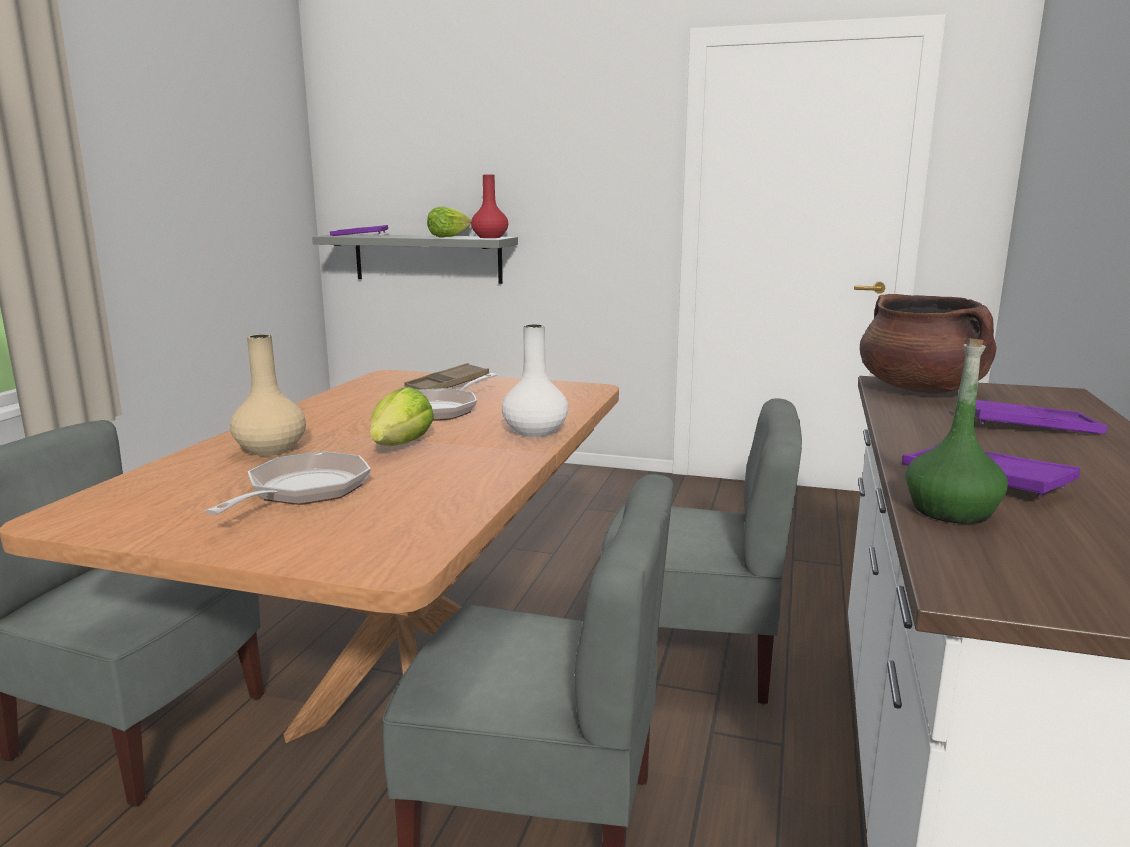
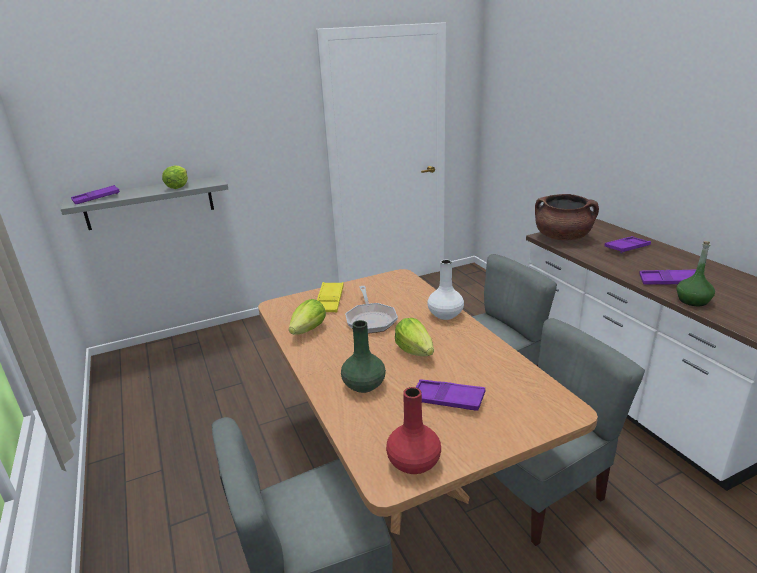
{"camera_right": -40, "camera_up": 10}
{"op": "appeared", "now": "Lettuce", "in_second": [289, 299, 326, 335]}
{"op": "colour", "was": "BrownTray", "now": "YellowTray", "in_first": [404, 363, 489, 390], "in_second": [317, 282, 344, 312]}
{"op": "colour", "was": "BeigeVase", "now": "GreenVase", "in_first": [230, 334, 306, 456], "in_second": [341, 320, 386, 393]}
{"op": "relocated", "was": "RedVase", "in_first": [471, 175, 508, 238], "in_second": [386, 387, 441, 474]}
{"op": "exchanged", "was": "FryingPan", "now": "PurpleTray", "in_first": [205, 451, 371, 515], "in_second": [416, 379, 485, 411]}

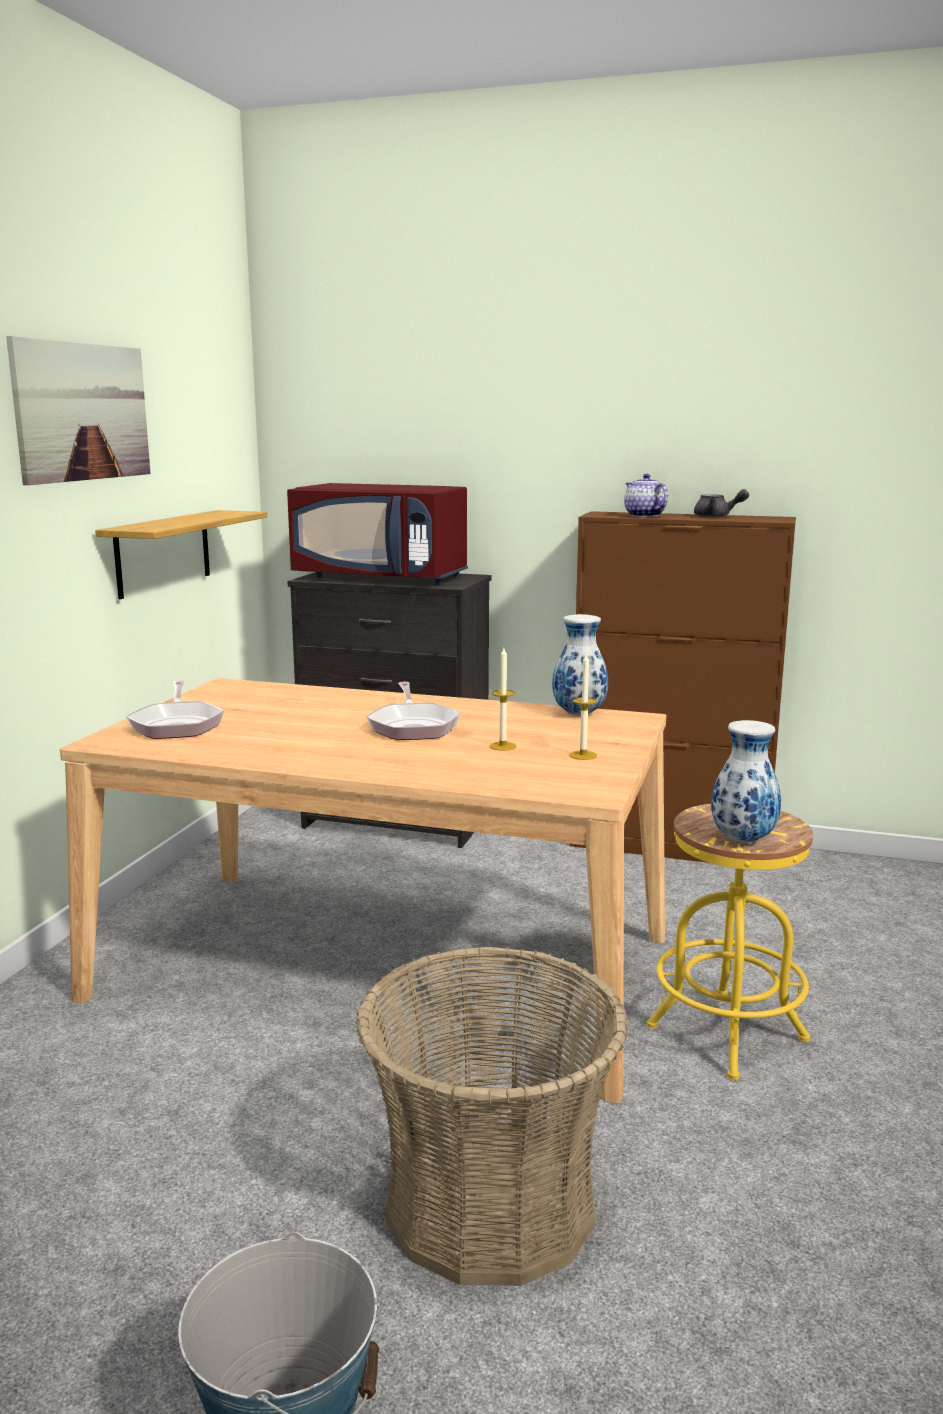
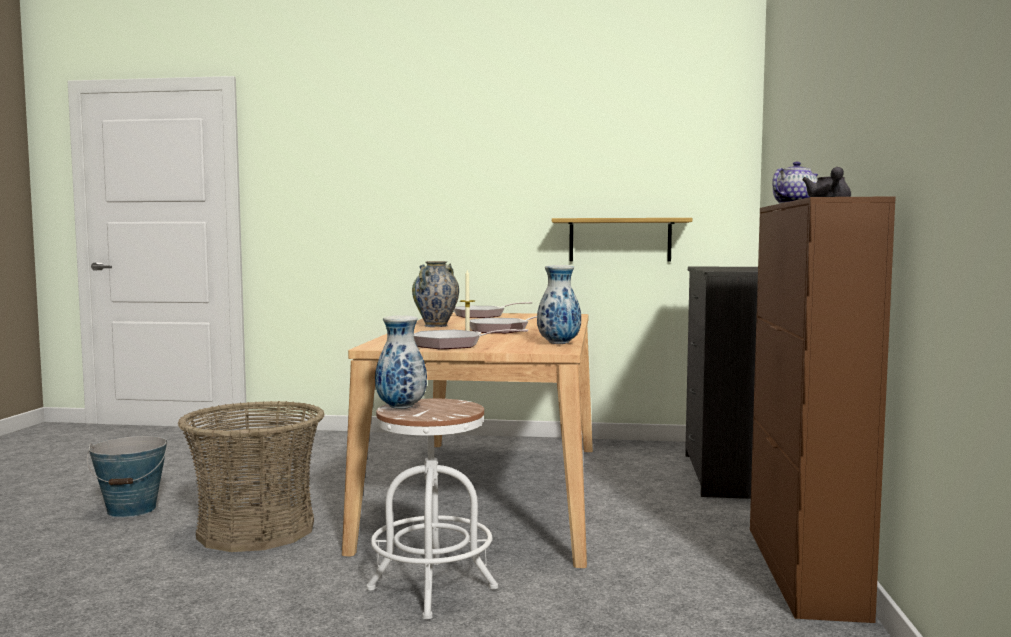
{"camera_right": 80, "camera_up": -10}
{"op": "colour", "was": "YellowStool", "now": "WhiteStool", "in_first": [647, 804, 813, 1080], "in_second": [366, 399, 498, 619]}
{"op": "appeared", "now": "Vase", "in_second": [412, 261, 459, 327]}
{"op": "exchanged", "was": "Candle", "now": "FryingPan", "in_first": [569, 653, 597, 760], "in_second": [414, 329, 528, 349]}
{"op": "missing", "was": "Picture", "in_first": [6, 336, 151, 485]}
{"op": "missing", "was": "RedMicrowave", "in_first": [287, 483, 468, 585]}

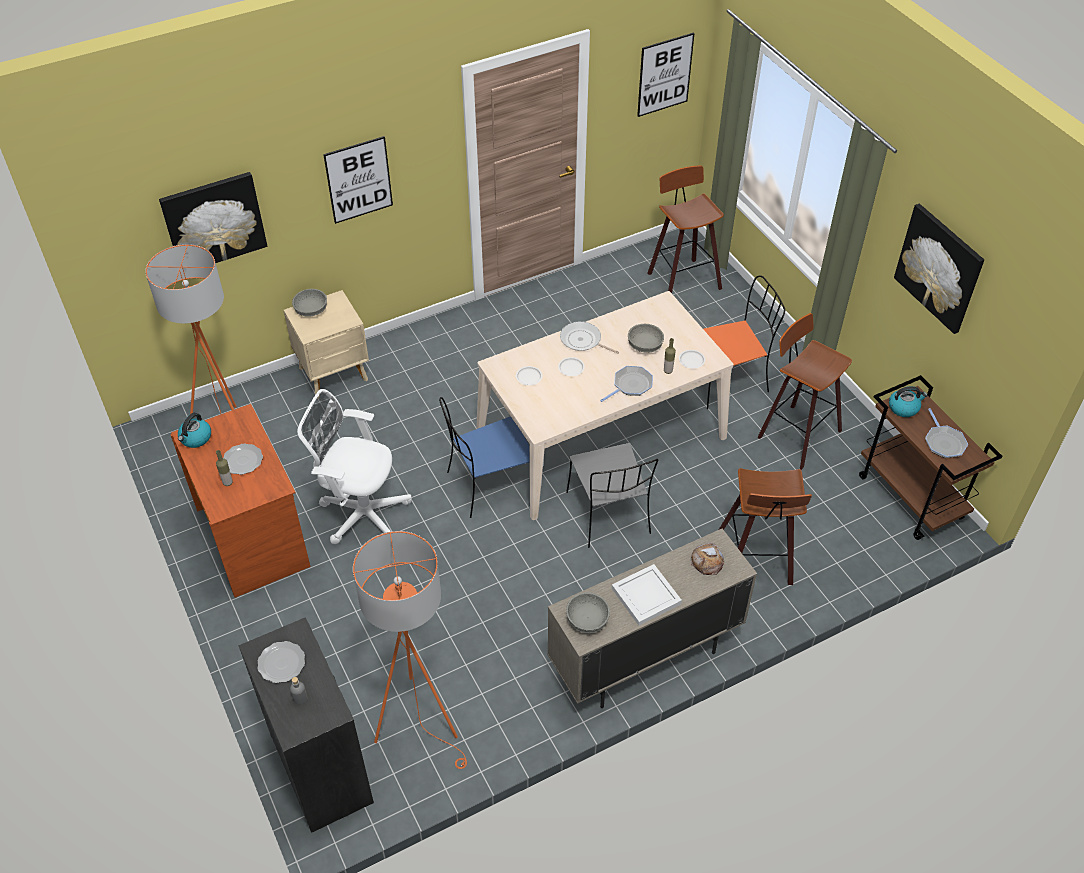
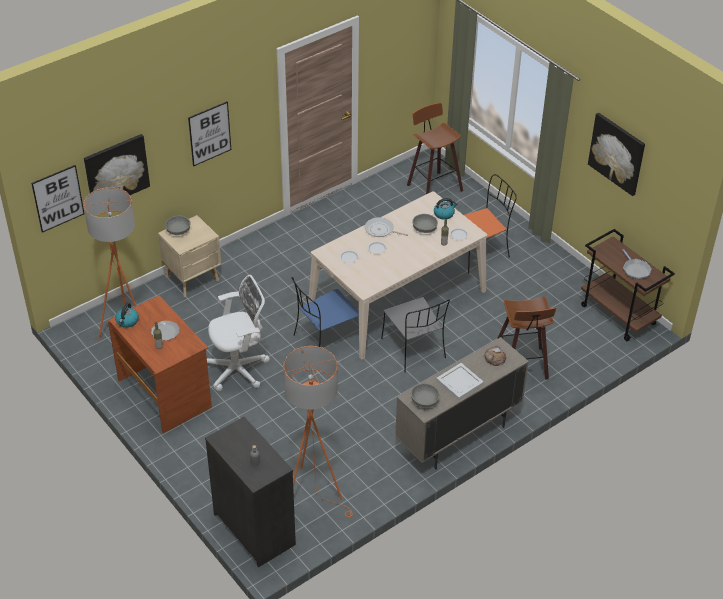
{"camera_right": -10, "camera_up": -5}
{"op": "relocated", "was": "Picture", "in_first": [637, 32, 694, 117], "in_second": [31, 165, 84, 233]}
{"op": "spun", "was": "WhiteOfficeChair", "in_first": [297, 389, 412, 544], "in_second": [207, 275, 270, 391], "clockwise": 150}
{"op": "relocated", "was": "Kettle", "in_first": [889, 386, 928, 417], "in_second": [434, 198, 458, 220]}
{"op": "missing", "was": "Plate", "in_first": [257, 641, 305, 683]}
{"op": "missing", "was": "FryingPan", "in_first": [600, 366, 653, 402]}
{"op": "missing", "was": "Stool", "in_first": [757, 313, 852, 470]}

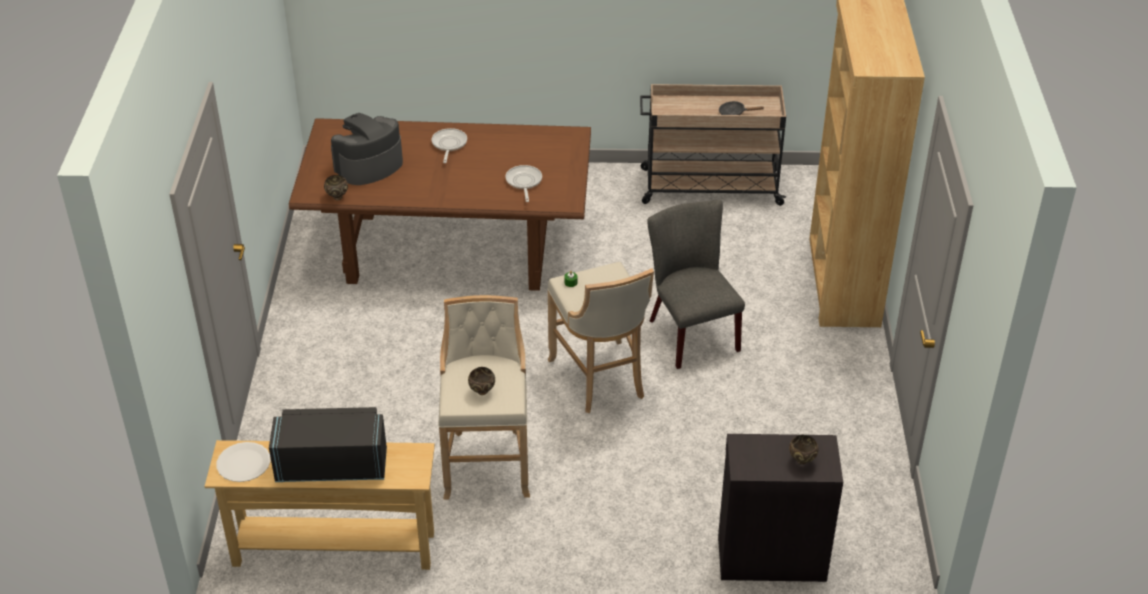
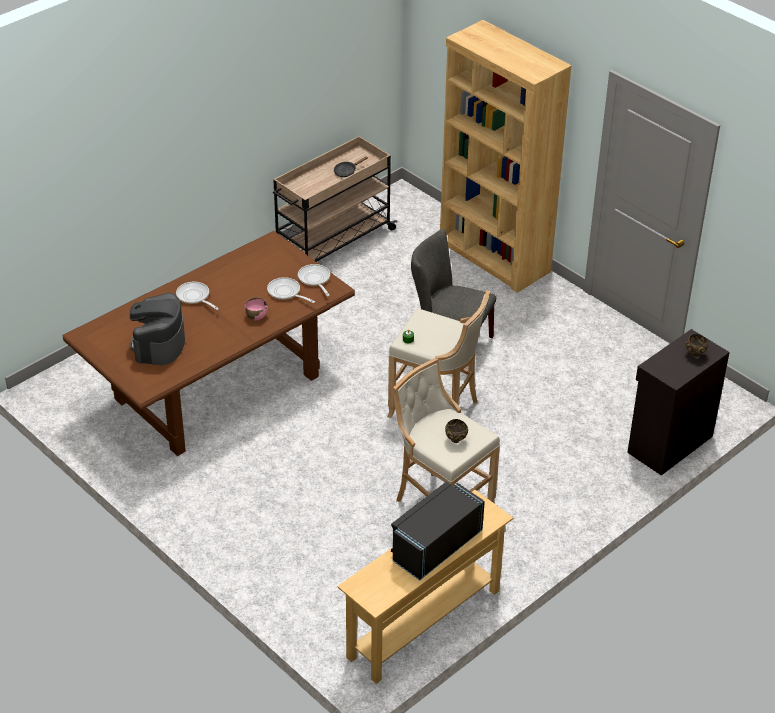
{"camera_right": -45, "camera_up": 0}
{"op": "appeared", "now": "PinkBowl", "in_second": [245, 297, 268, 320]}
{"op": "appeared", "now": "FryingPan", "in_second": [298, 264, 330, 296]}
{"op": "missing", "was": "WhitePlate", "in_first": [216, 442, 271, 482]}
{"op": "missing", "was": "BrownBowl", "in_first": [324, 175, 348, 200]}

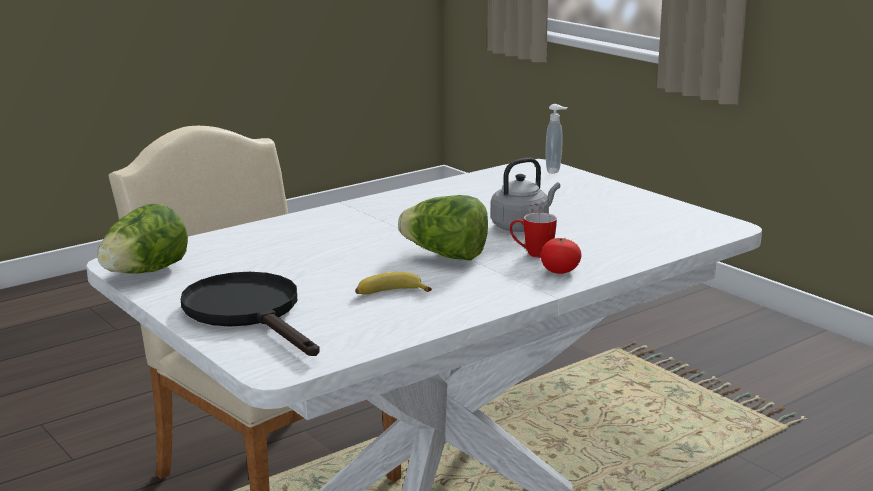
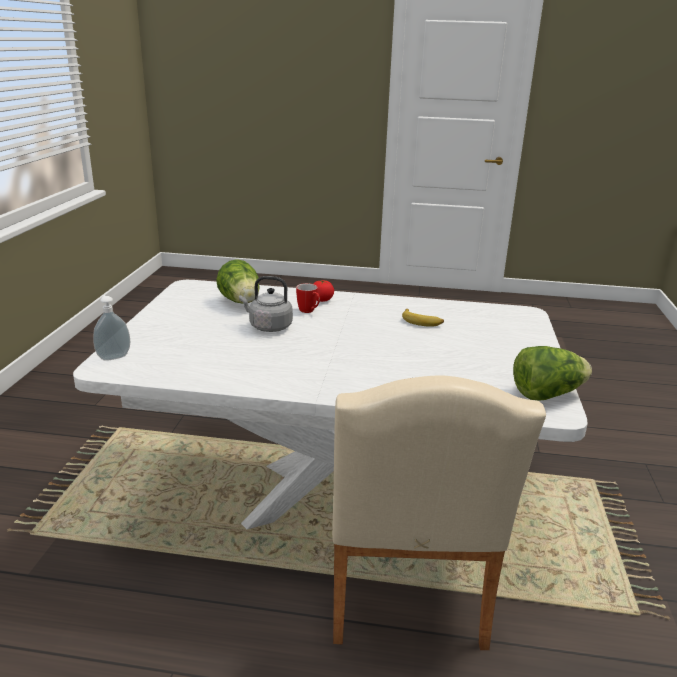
{"camera_right": -135, "camera_up": 5}
{"op": "relocated", "was": "Lettuce", "in_first": [398, 195, 488, 261], "in_second": [216, 259, 260, 304]}
{"op": "missing", "was": "BlackFryingPan", "in_first": [181, 272, 320, 356]}

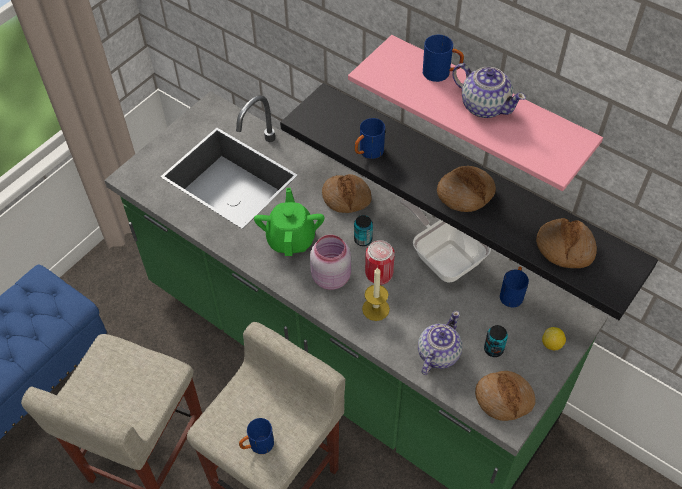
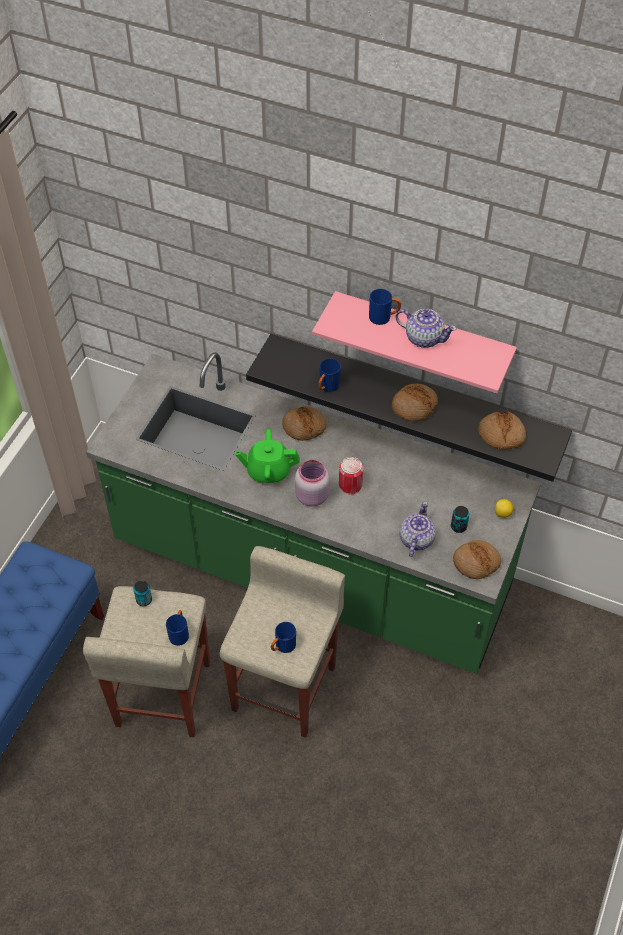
{"camera_right": -15, "camera_up": 0}
{"op": "relocated", "was": "Can", "in_first": [354, 215, 373, 246], "in_second": [133, 581, 152, 606]}
{"op": "relocated", "was": "BlueMug", "in_first": [500, 267, 529, 308], "in_second": [166, 610, 189, 646]}
{"op": "spun", "was": "GreenTeapot", "in_first": [254, 188, 324, 256], "in_second": [235, 429, 300, 483], "clockwise": -75}
{"op": "missing", "was": "Candle", "in_first": [362, 267, 390, 321]}
{"op": "missing", "was": "FryingPan", "in_first": [400, 198, 491, 282]}

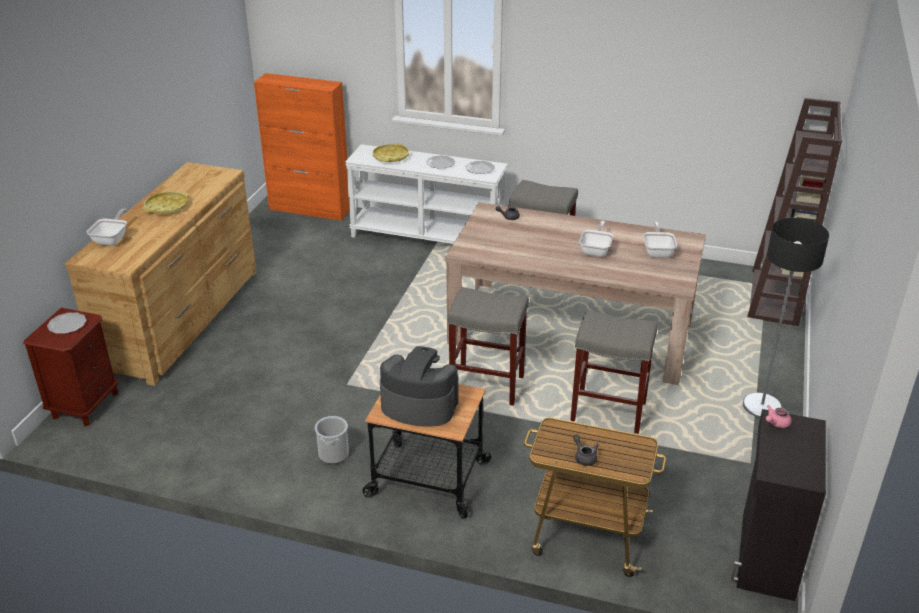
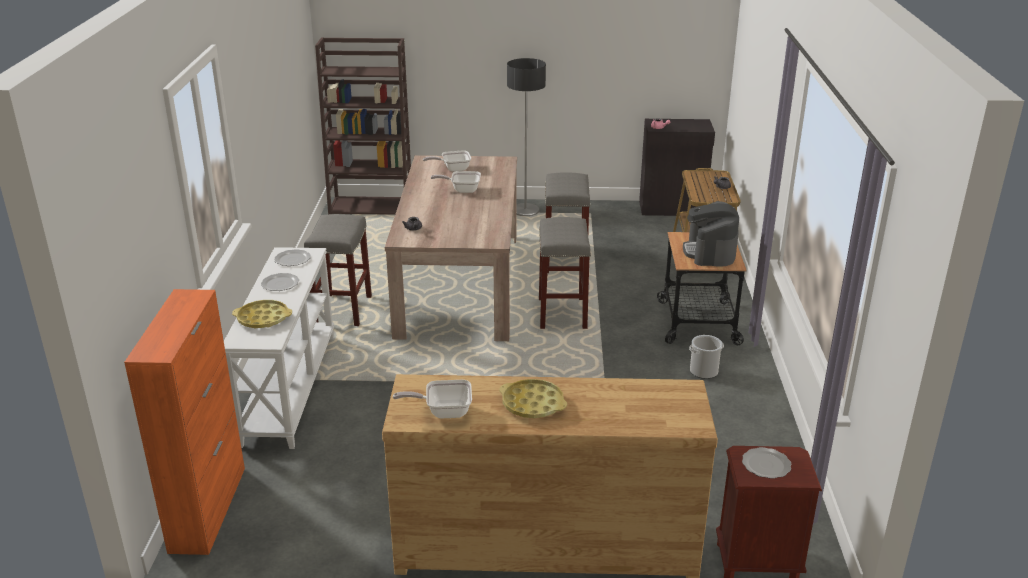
{"camera_right": -105, "camera_up": -5}
{"op": "relocated", "was": "FryingPan", "in_first": [86, 209, 127, 246], "in_second": [393, 380, 472, 419]}

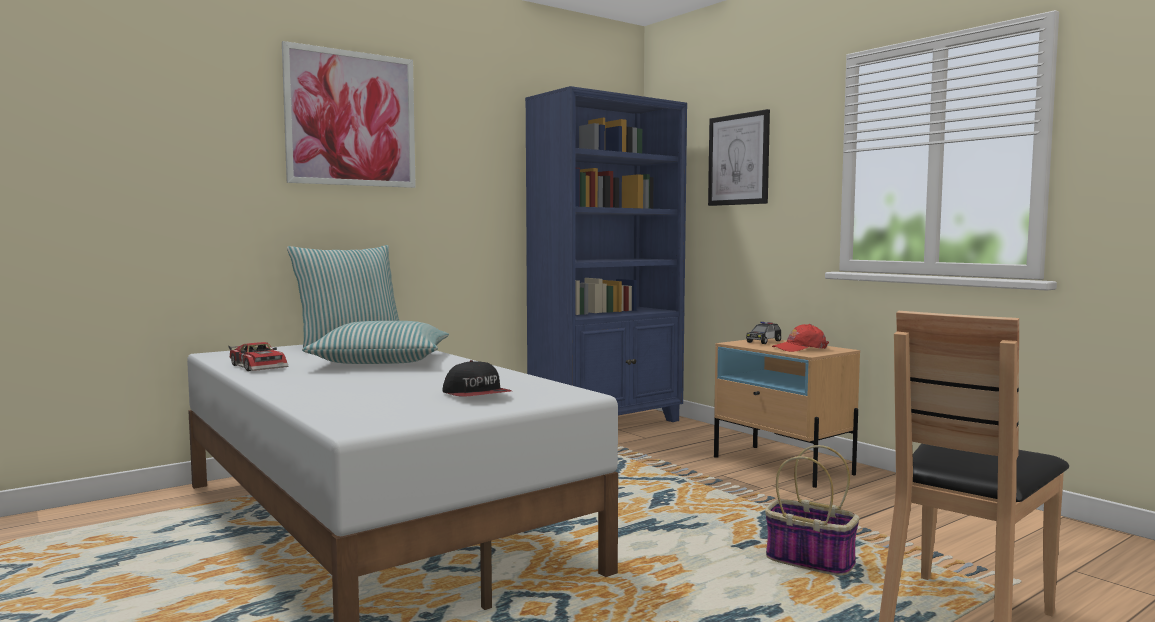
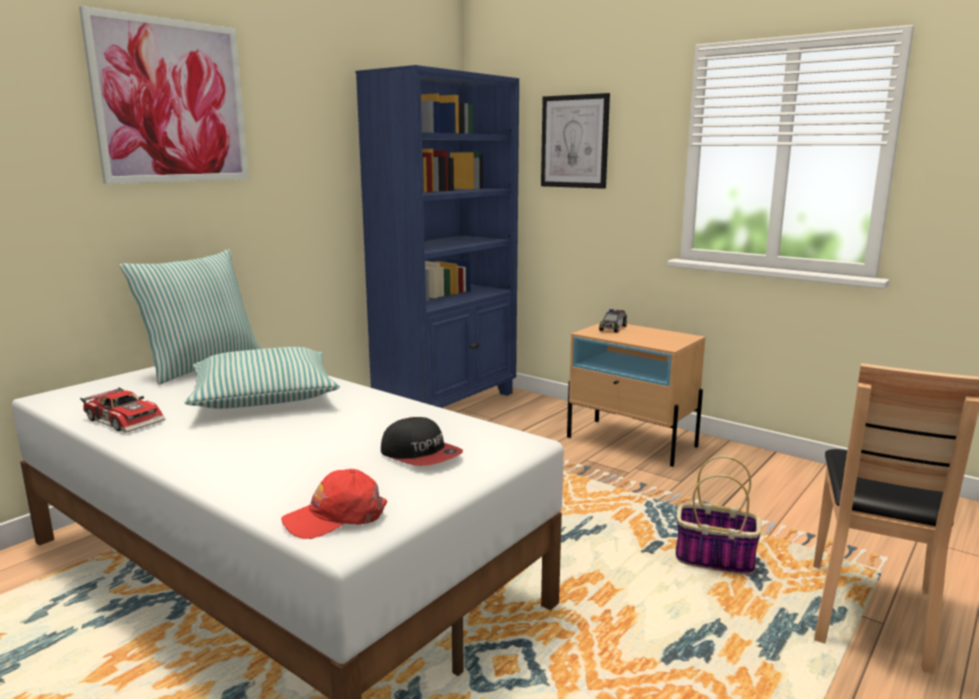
{"camera_right": -15, "camera_up": 10}
{"op": "relocated", "was": "RedCap", "in_first": [772, 324, 829, 352], "in_second": [281, 469, 387, 539]}

